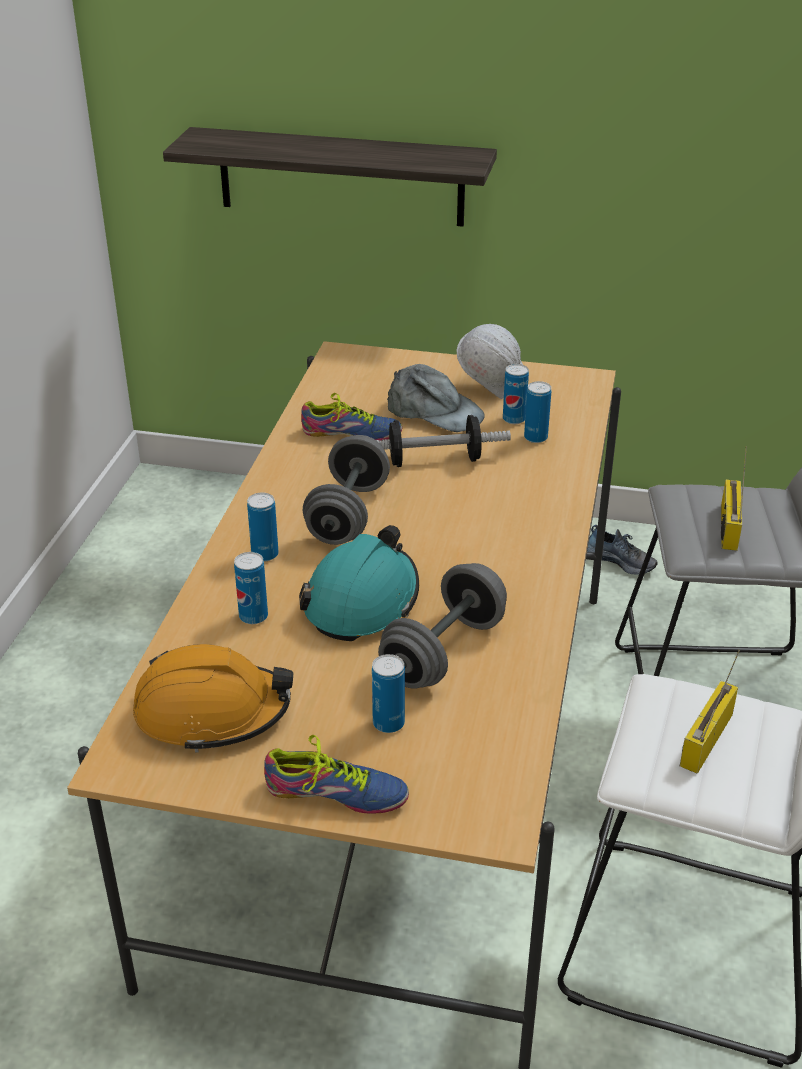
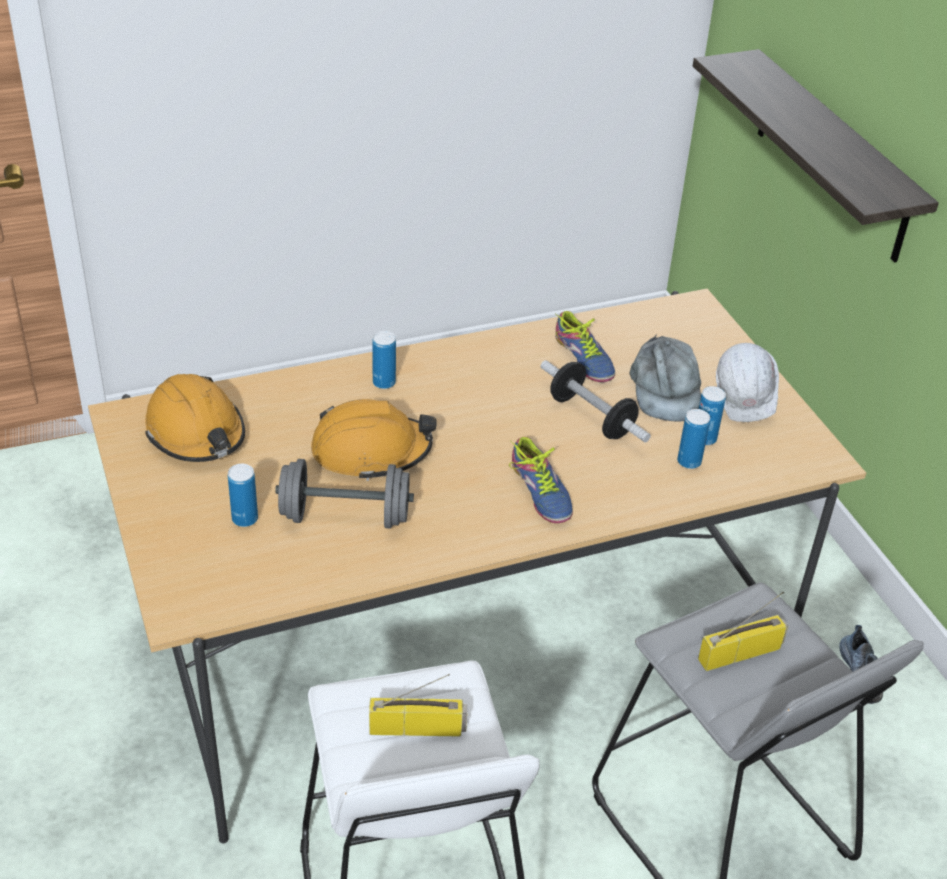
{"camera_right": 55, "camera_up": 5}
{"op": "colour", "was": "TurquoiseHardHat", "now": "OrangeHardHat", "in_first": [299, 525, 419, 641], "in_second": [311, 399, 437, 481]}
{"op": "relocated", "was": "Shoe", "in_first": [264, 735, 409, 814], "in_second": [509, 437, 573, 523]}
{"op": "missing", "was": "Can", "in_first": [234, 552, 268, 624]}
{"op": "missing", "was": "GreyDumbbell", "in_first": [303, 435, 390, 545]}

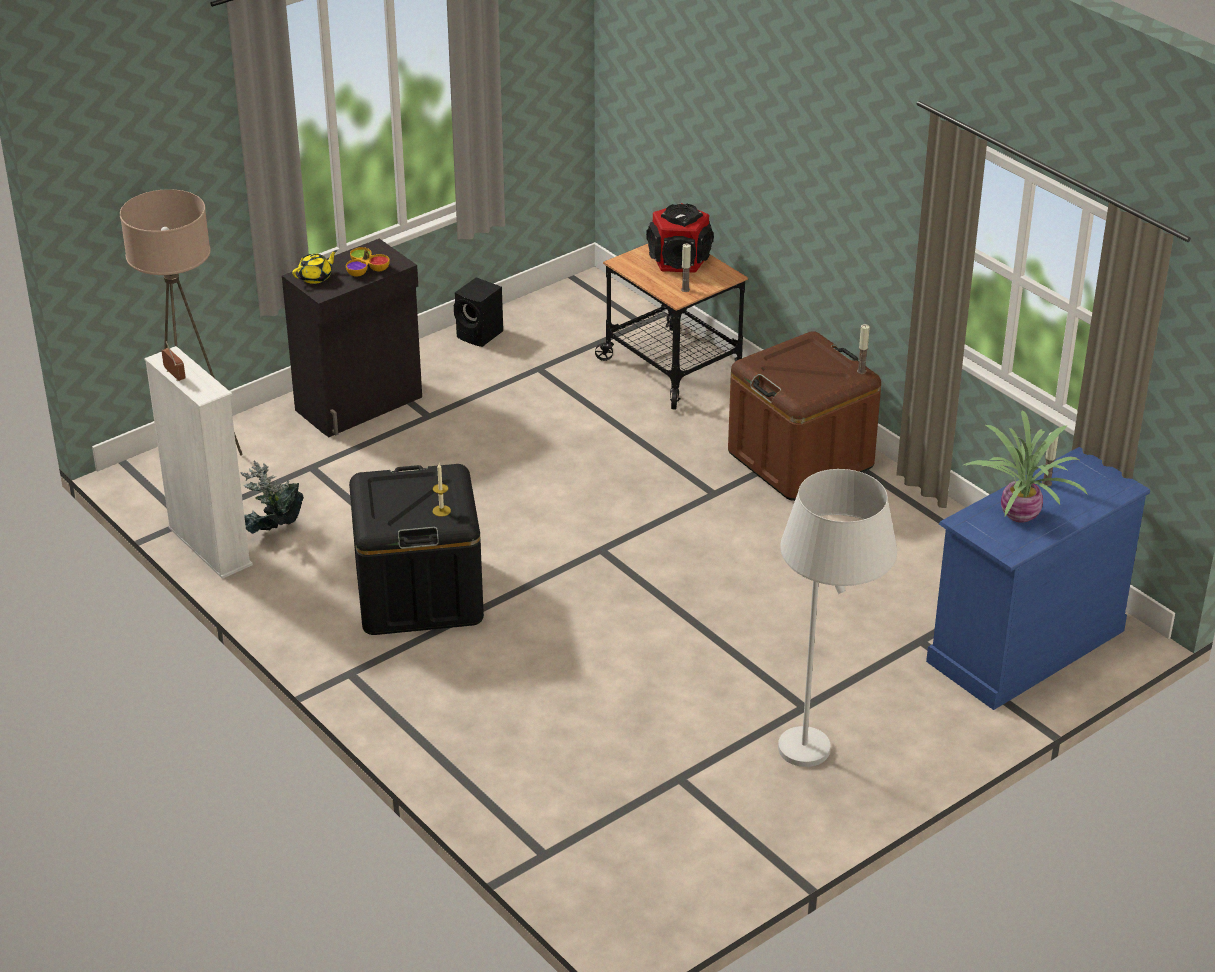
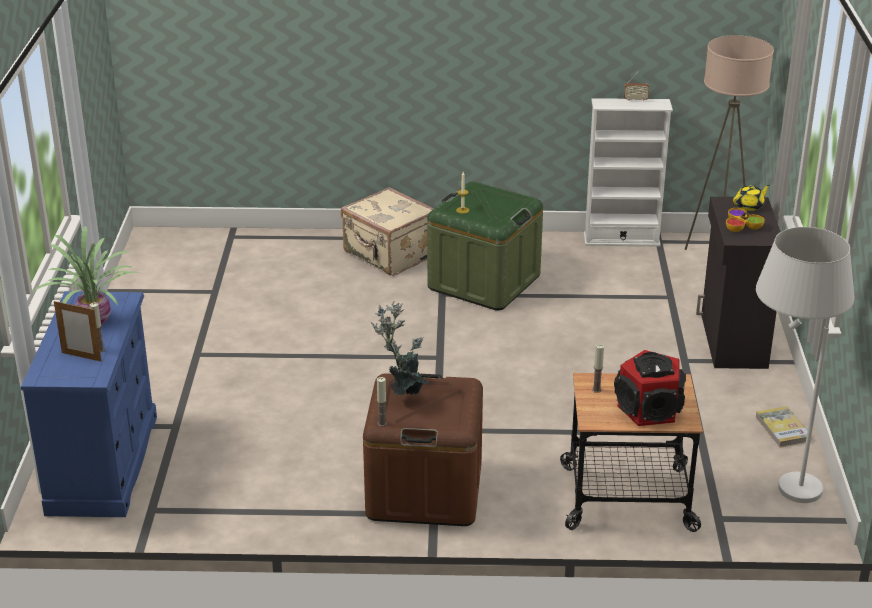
{"camera_right": 130, "camera_up": -5}
{"op": "appeared", "now": "PictureFrame", "in_second": [54, 300, 102, 361]}
{"op": "appeared", "now": "BeigeSuitcase", "in_second": [341, 187, 434, 276]}
{"op": "relocated", "was": "PottedPlant", "in_first": [241, 461, 304, 534], "in_second": [371, 301, 429, 395]}
{"op": "colour", "was": "BlackStorageBox", "now": "GreenStorageBox", "in_first": [349, 464, 484, 635], "in_second": [427, 181, 543, 311]}
{"op": "spun", "was": "YellowTeapot", "in_first": [292, 250, 337, 284], "in_second": [733, 185, 770, 211], "clockwise": -120}
{"op": "exchanged", "was": "BlackSpeaker", "now": "Book", "in_first": [454, 277, 503, 347], "in_second": [755, 406, 812, 448]}
{"op": "relocated", "was": "WhiteFloorLamp", "in_first": [778, 469, 897, 767], "in_second": [756, 227, 855, 503]}

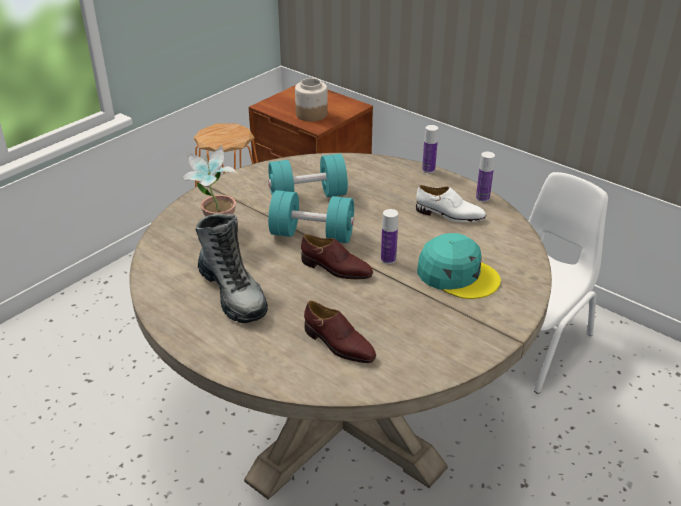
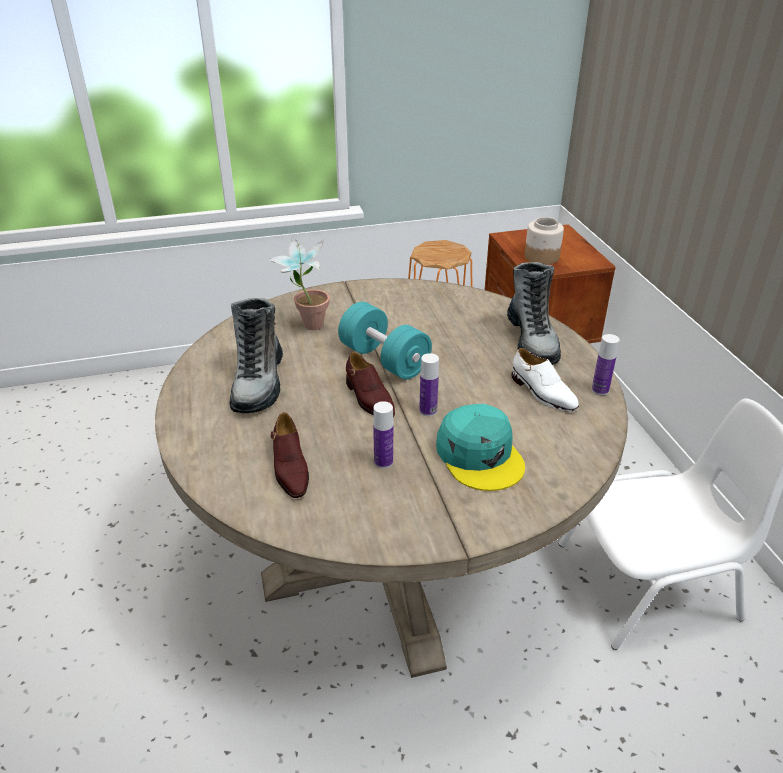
{"camera_right": 35, "camera_up": 0}
{"op": "relocated", "was": "Bottle", "in_first": [422, 125, 438, 173], "in_second": [373, 401, 393, 469]}
{"op": "appeared", "now": "Boot", "in_second": [507, 262, 561, 365]}
{"op": "missing", "was": "TurquoiseDumbbell", "in_first": [268, 154, 348, 197]}

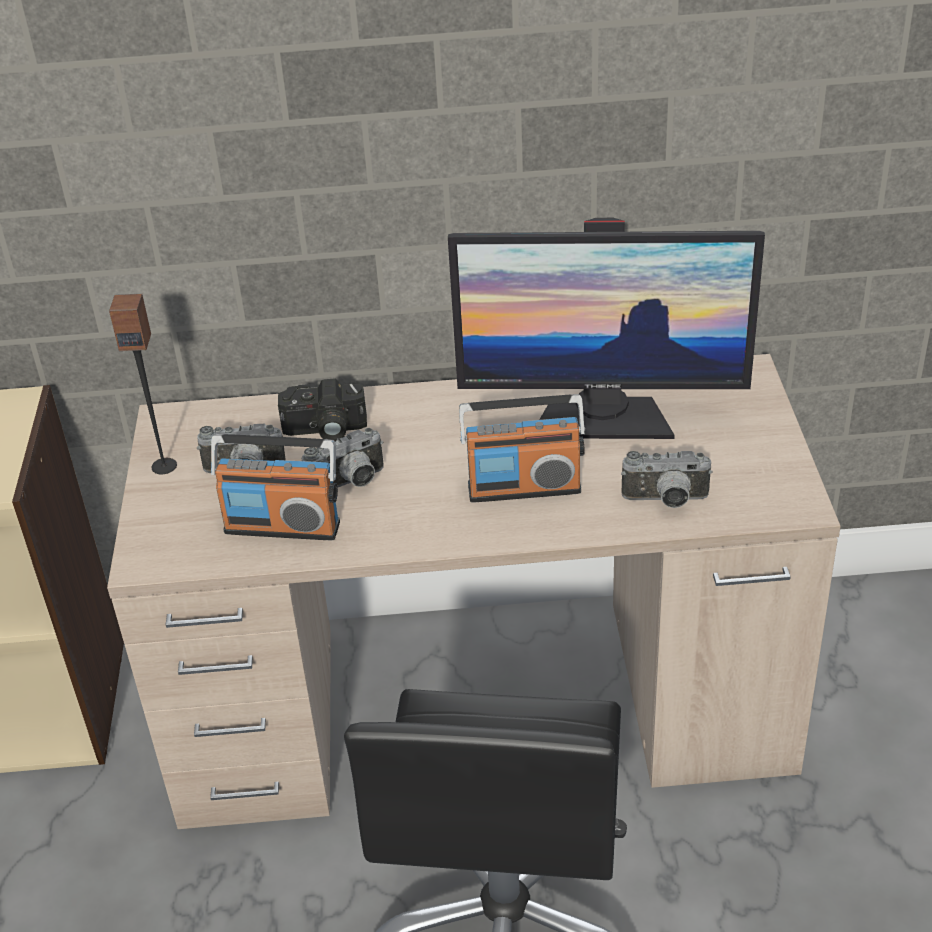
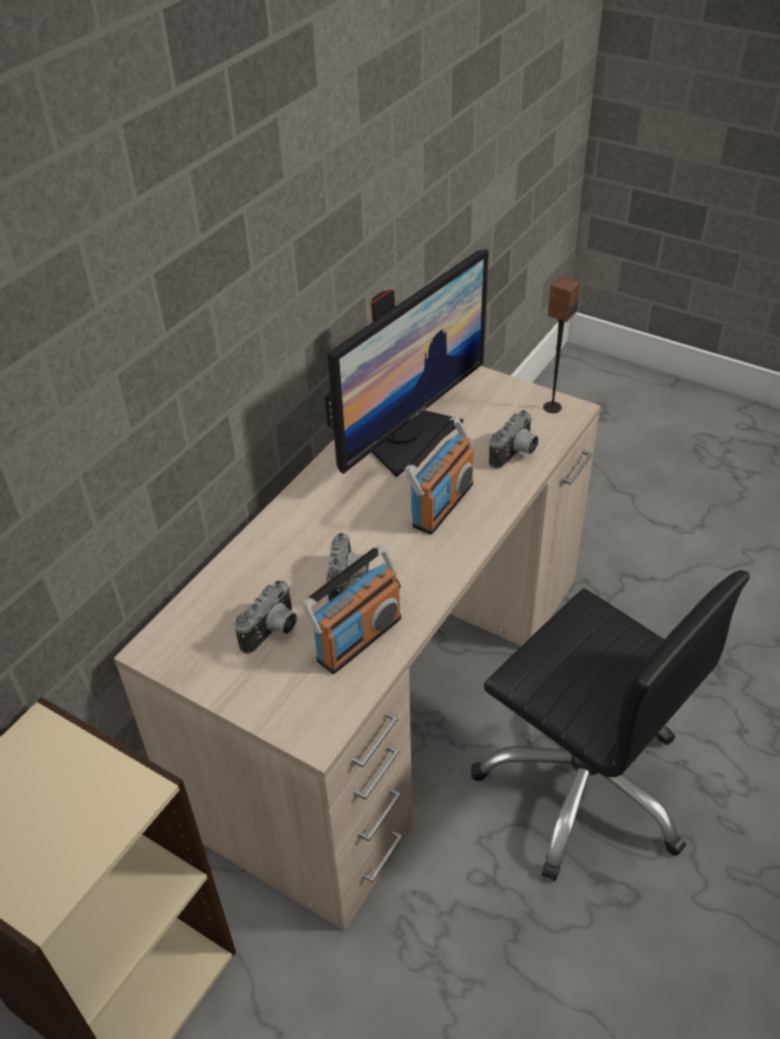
{"camera_right": -55, "camera_up": 5}
{"op": "relocated", "was": "Speaker", "in_first": [109, 294, 177, 474], "in_second": [543, 276, 580, 413]}
{"op": "missing", "was": "PhotoCamera", "in_first": [278, 378, 367, 442]}

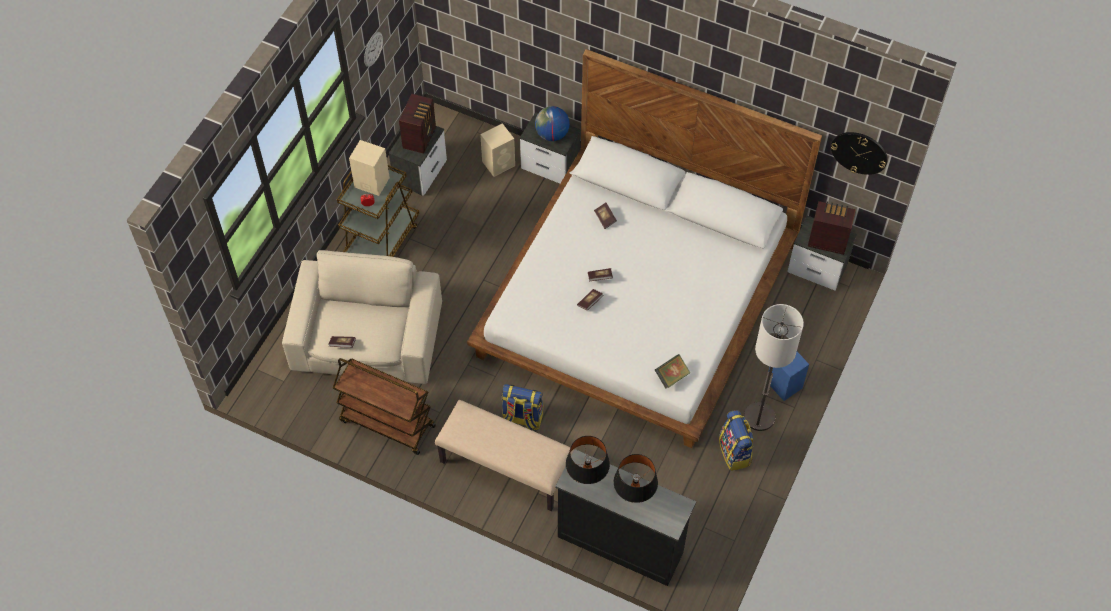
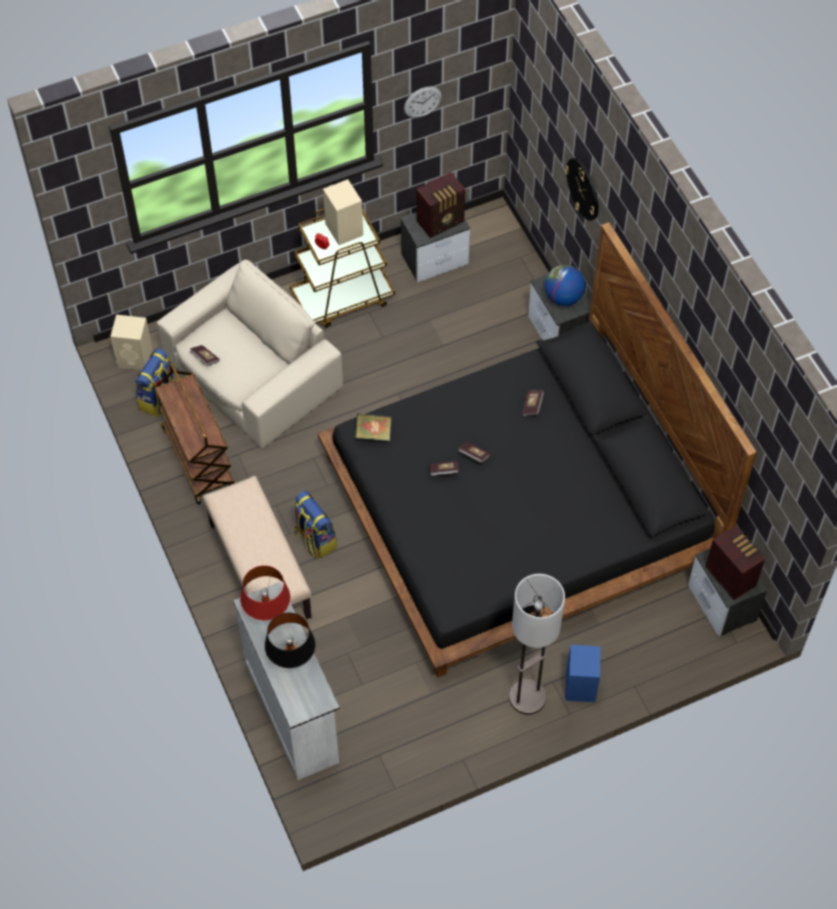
{"camera_right": 40, "camera_up": 0}
{"op": "relocated", "was": "BeigeSpeaker", "in_first": [480, 123, 515, 177], "in_second": [110, 315, 153, 370]}
{"op": "relocated", "was": "Backpack", "in_first": [719, 410, 754, 471], "in_second": [135, 348, 174, 417]}
{"op": "colour", "was": "BlackDresser", "now": "WhiteDresser", "in_first": [555, 449, 696, 586], "in_second": [233, 582, 340, 780]}
{"op": "colour", "was": "BlackTableLamp", "now": "RedTableLamp", "in_first": [566, 436, 610, 484], "in_second": [240, 566, 290, 620]}
{"op": "colour", "was": "WhiteBed", "now": "BlackBed", "in_first": [467, 49, 822, 448], "in_second": [318, 222, 757, 678]}
{"op": "relocated", "was": "Book", "in_first": [655, 354, 691, 389], "in_second": [355, 413, 392, 441]}
{"op": "relocated", "was": "WallClock", "in_first": [831, 132, 888, 175], "in_second": [564, 158, 598, 221]}

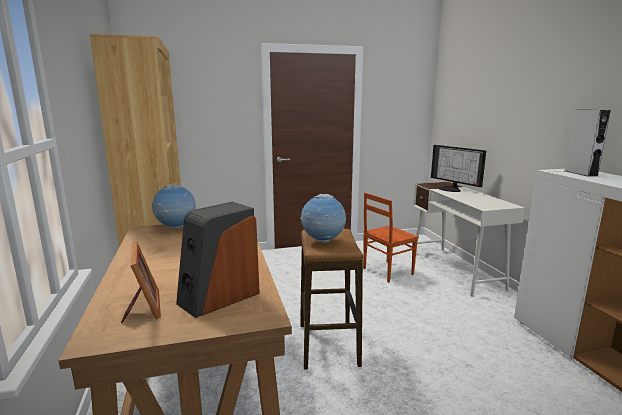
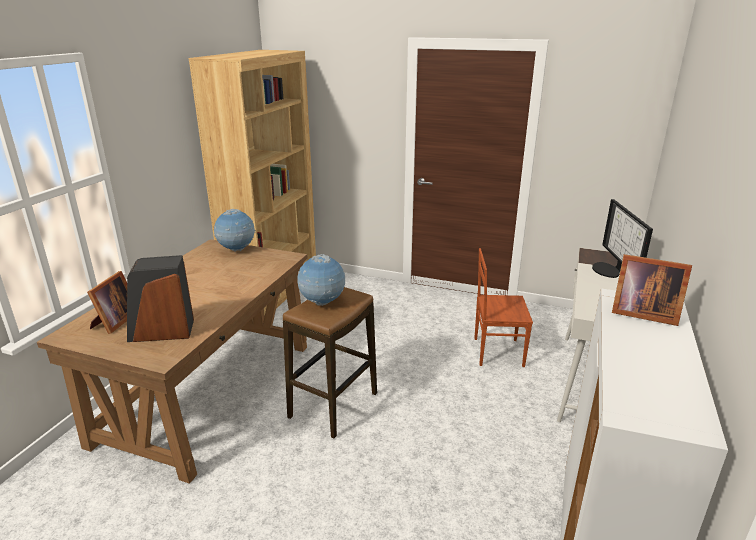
{"camera_right": 35, "camera_up": 10}
{"op": "exchanged", "was": "GreySpeaker", "now": "PictureFrame", "in_first": [564, 109, 611, 177], "in_second": [612, 254, 692, 326]}

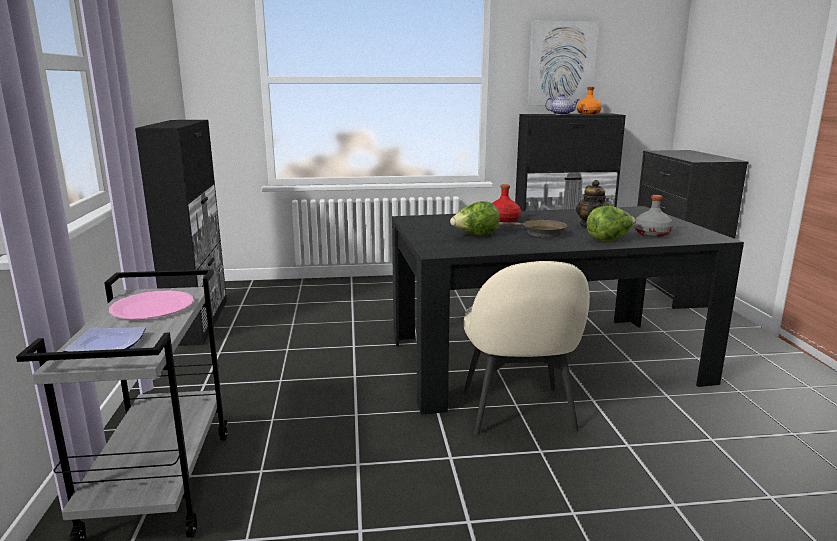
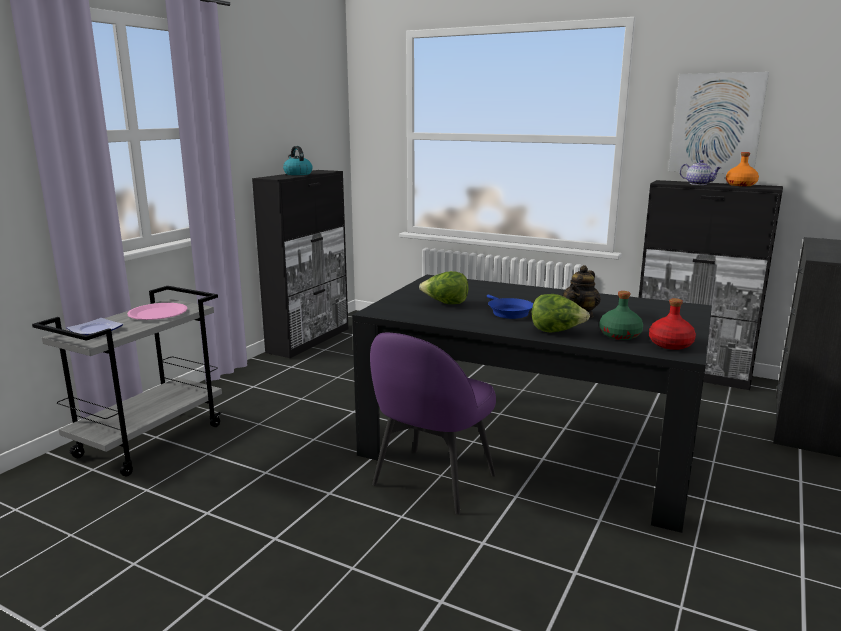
{"camera_right": 35, "camera_up": 0}
{"op": "appeared", "now": "Kettle", "in_second": [283, 146, 312, 175]}
{"op": "colour", "was": "BeigeChair", "now": "PurpleChair", "in_first": [463, 261, 590, 435], "in_second": [370, 333, 496, 514]}
{"op": "colour", "was": "BrownFryingPan", "now": "BlueFryingPan", "in_first": [499, 220, 567, 238], "in_second": [487, 295, 533, 319]}
{"op": "colour", "was": "GreyBottle", "now": "GreenBottle", "in_first": [634, 195, 673, 237], "in_second": [599, 291, 643, 340]}
{"op": "relocated", "was": "RedBottle", "in_first": [492, 184, 521, 222], "in_second": [649, 298, 696, 350]}

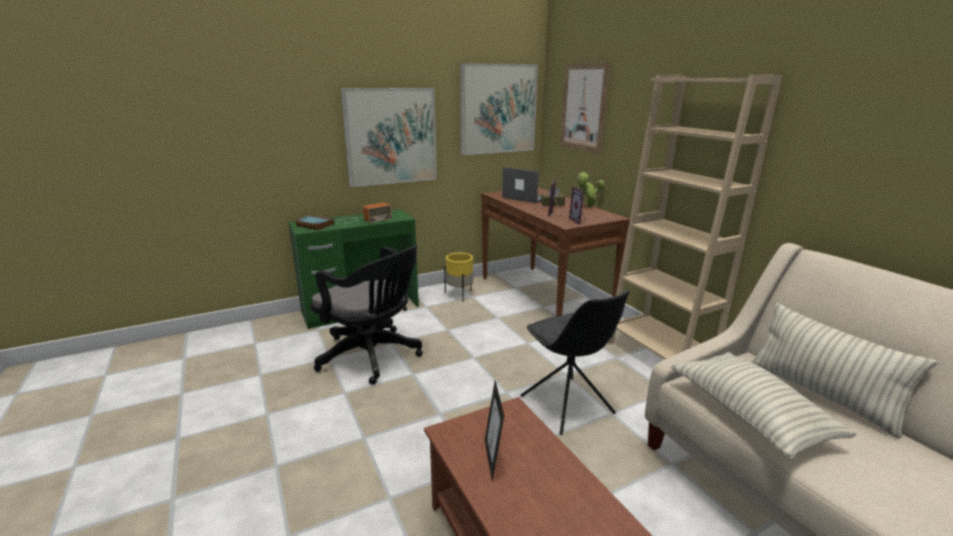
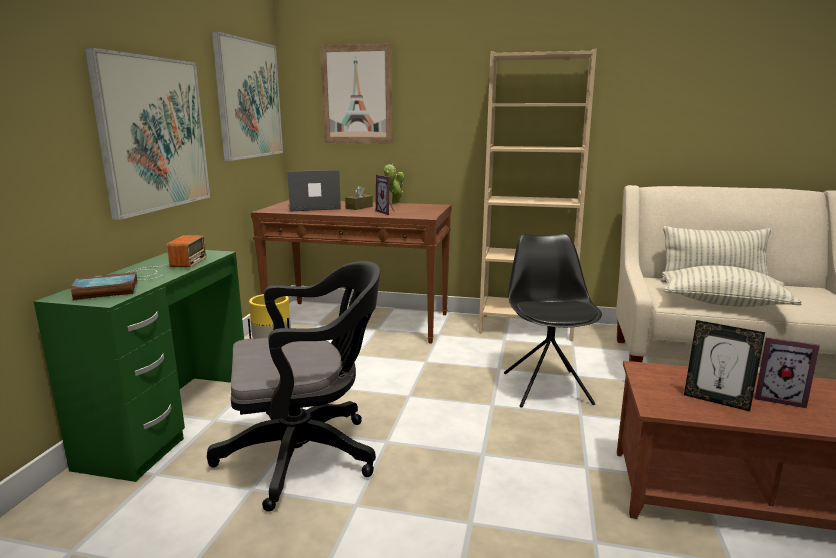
{"camera_right": -50, "camera_up": -5}
{"op": "spun", "was": "BlackChair", "in_first": [521, 290, 630, 435], "in_second": [504, 233, 602, 408], "clockwise": -105}
{"op": "relocated", "was": "PictureFrame", "in_first": [569, 186, 586, 225], "in_second": [755, 337, 820, 408]}

